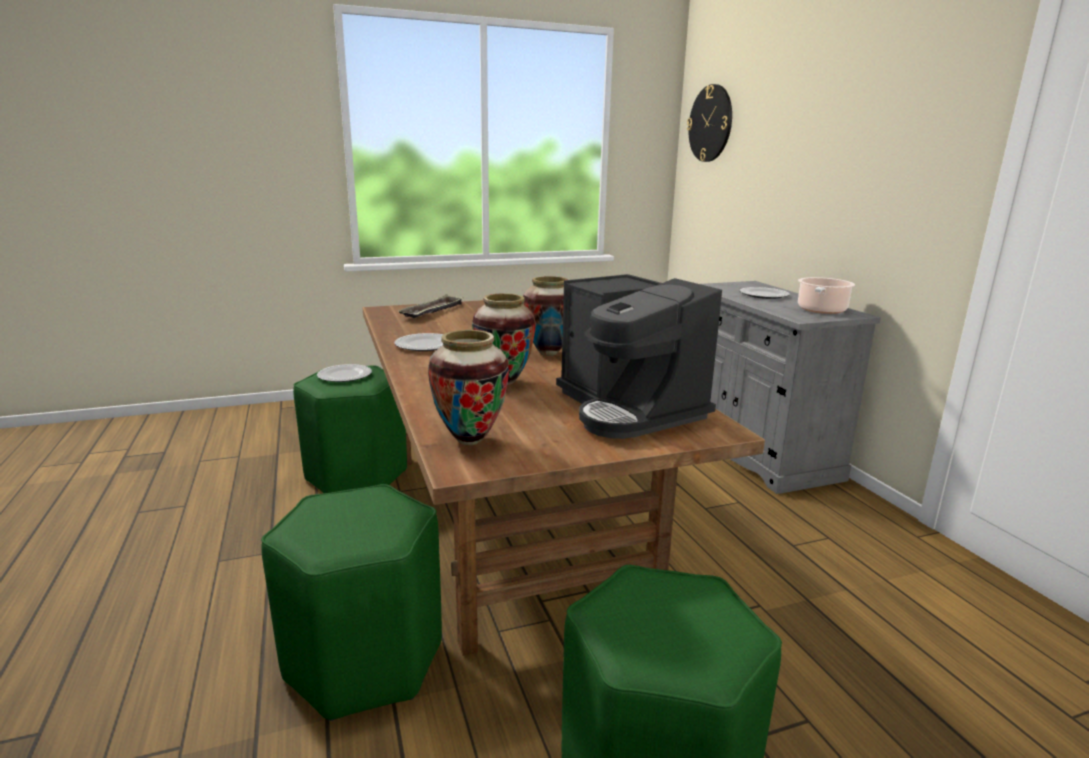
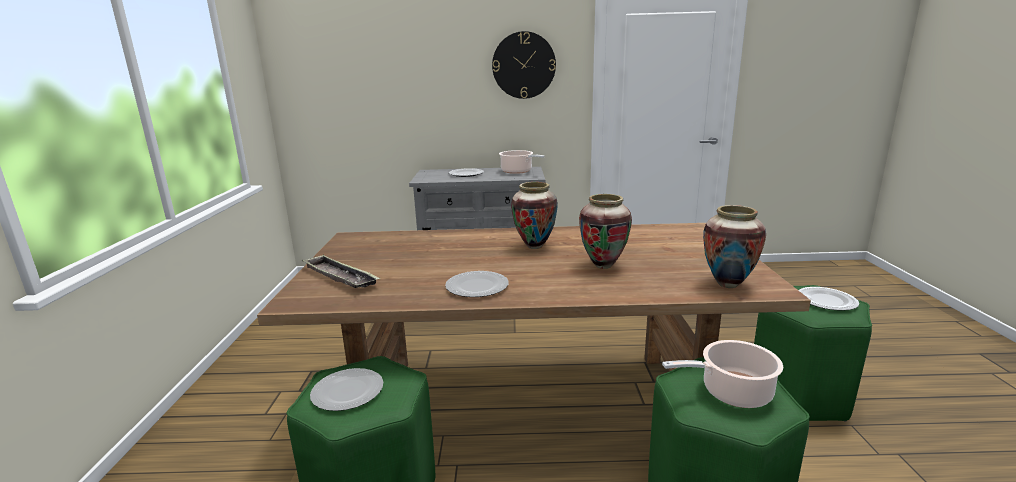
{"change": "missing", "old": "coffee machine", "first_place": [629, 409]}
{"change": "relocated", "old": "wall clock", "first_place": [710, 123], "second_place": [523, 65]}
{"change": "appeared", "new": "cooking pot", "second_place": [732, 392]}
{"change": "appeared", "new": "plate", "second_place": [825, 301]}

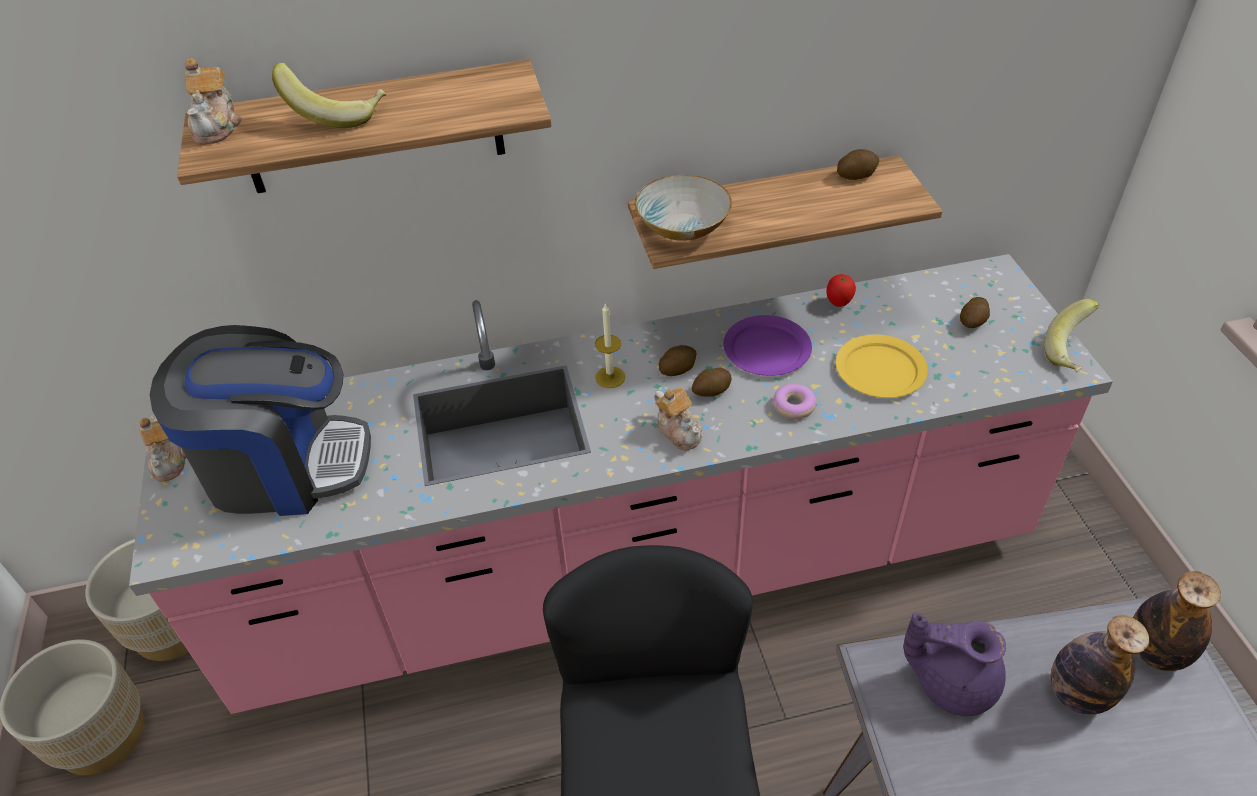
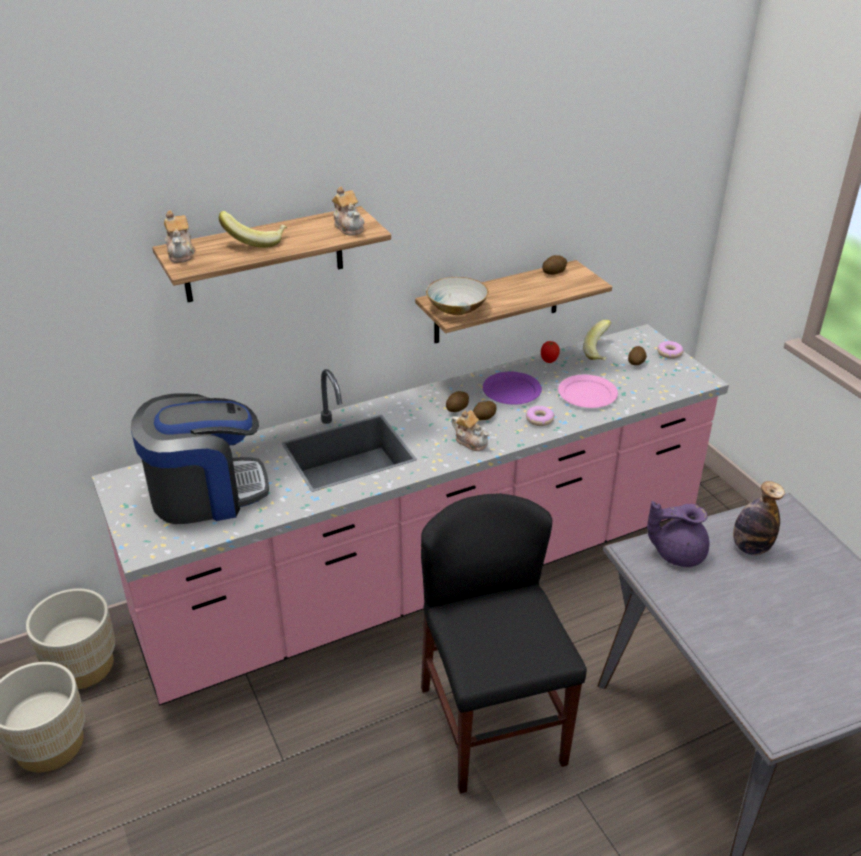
{"change": "relocated", "old": "teapot", "first_place": [170, 460], "second_place": [349, 227]}
{"change": "missing", "old": "candle", "first_place": [610, 377]}
{"change": "colour", "old": "yellow plate", "new": "pink plate", "first_place": [879, 369], "second_place": [587, 394]}
{"change": "relocated", "old": "banana", "first_place": [1072, 352], "second_place": [600, 352]}
{"change": "missing", "old": "bottle", "first_place": [1155, 652]}
{"change": "appeared", "new": "donut", "second_place": [669, 353]}

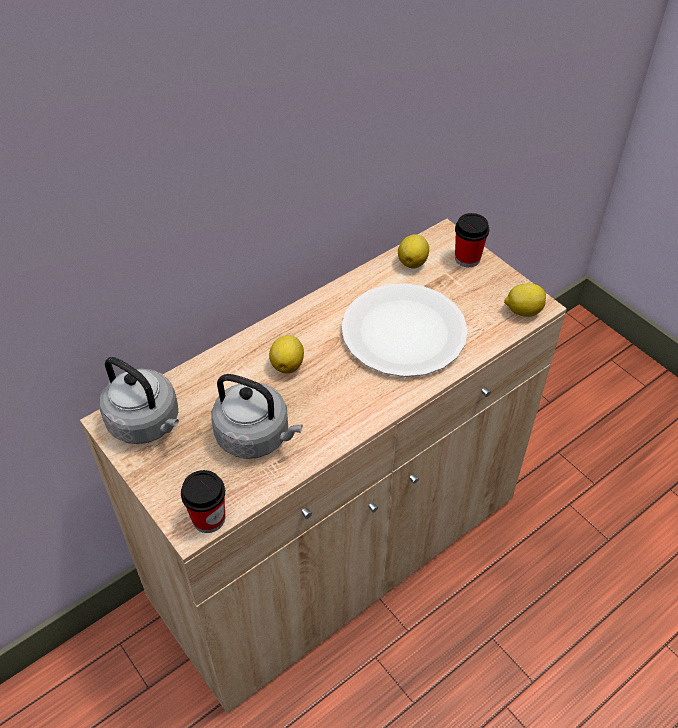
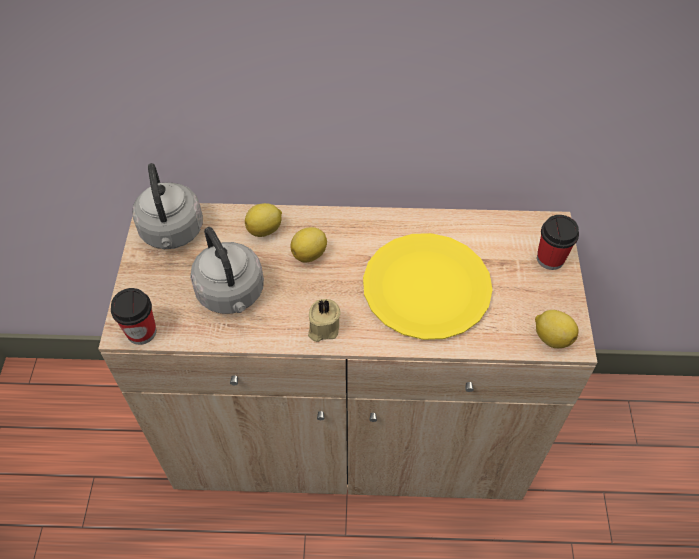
{"change": "colour", "old": "white plate", "new": "yellow plate", "first_place": [403, 332], "second_place": [426, 287]}
{"change": "relocated", "old": "lemon", "first_place": [413, 262], "second_place": [265, 230]}
{"change": "appeared", "new": "beige candle", "second_place": [323, 328]}

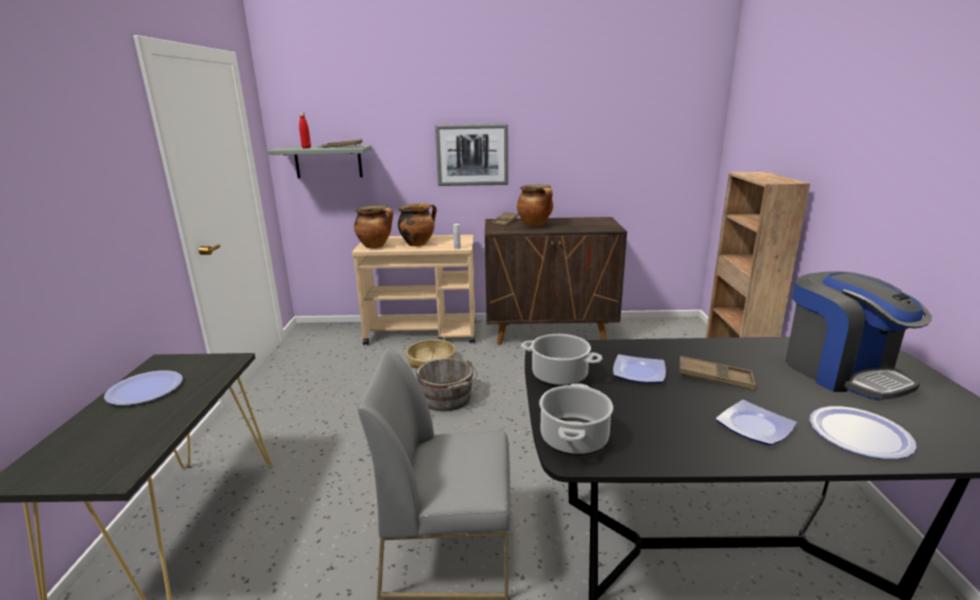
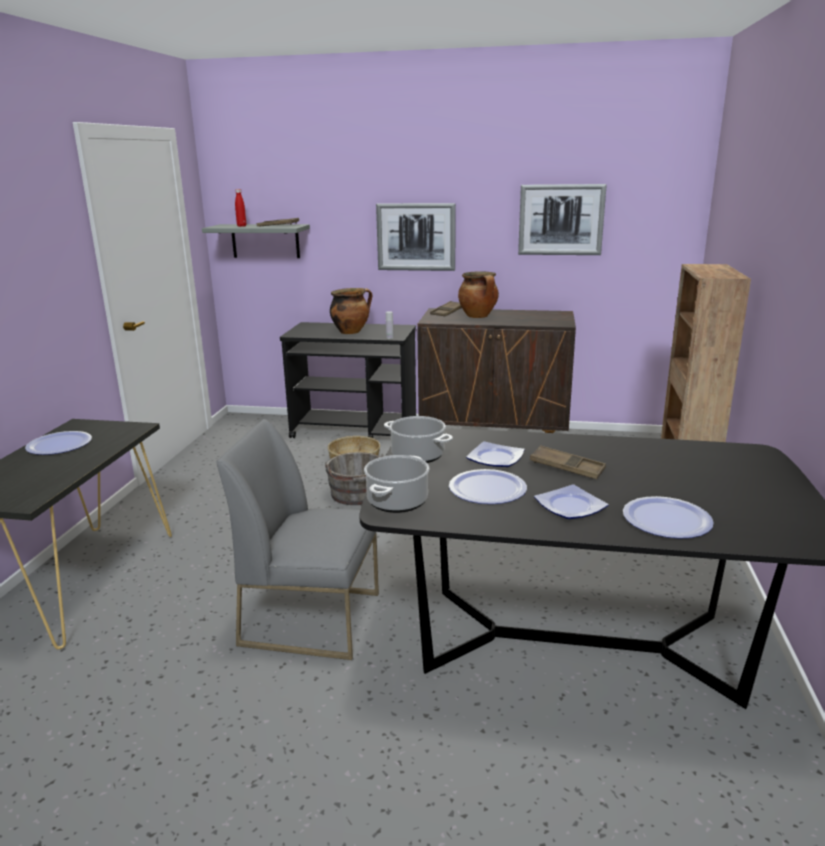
{"change": "colour", "old": "beige cart", "new": "black cart", "first_place": [423, 333], "second_place": [355, 430]}
{"change": "missing", "old": "cooking pot", "first_place": [375, 246]}
{"change": "missing", "old": "coffee machine", "first_place": [841, 372]}
{"change": "appeared", "new": "plate", "second_place": [487, 488]}
{"change": "appeared", "new": "picture", "second_place": [561, 220]}

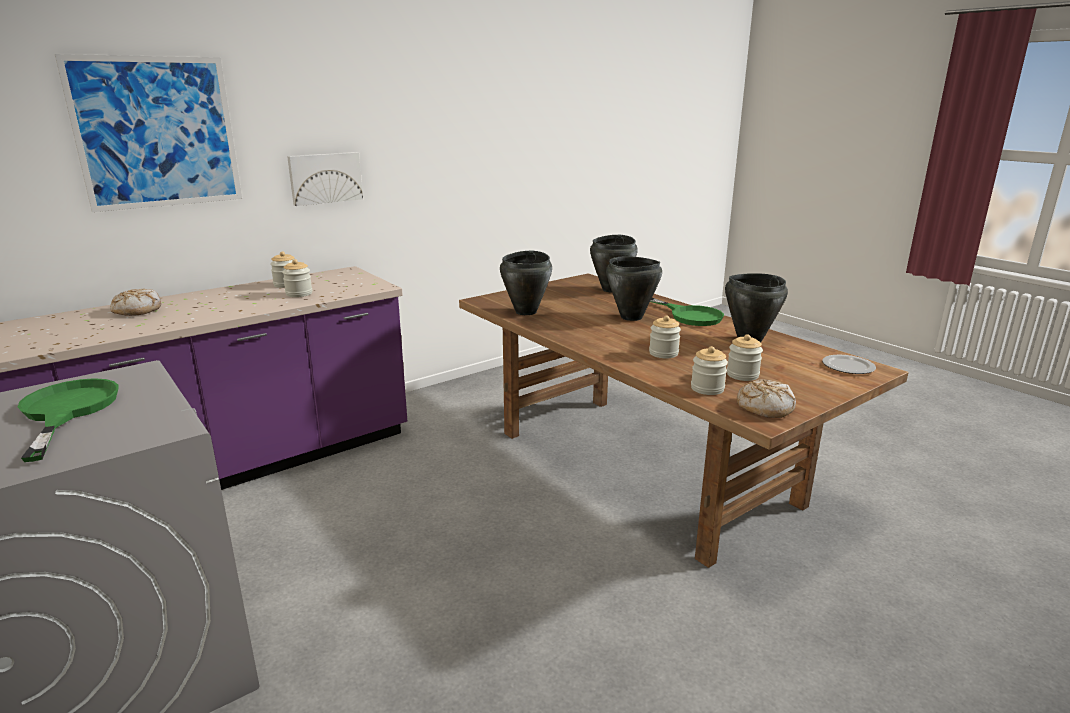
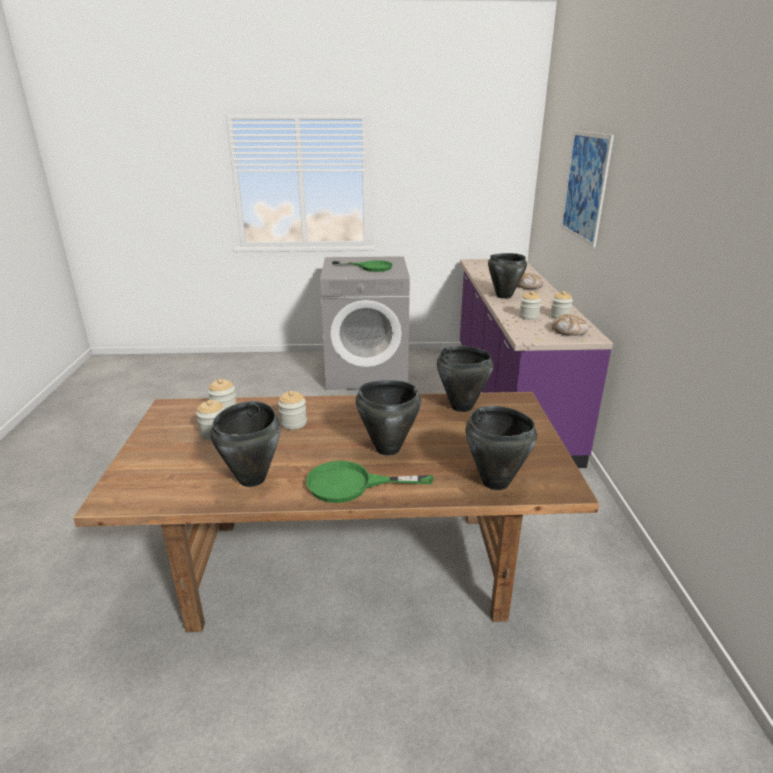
{"change": "missing", "old": "picture", "first_place": [325, 178]}
{"change": "relocated", "old": "bread", "first_place": [764, 407], "second_place": [569, 331]}
{"change": "missing", "old": "plate", "first_place": [848, 367]}
{"change": "appeared", "new": "black cooking pot", "second_place": [503, 296]}

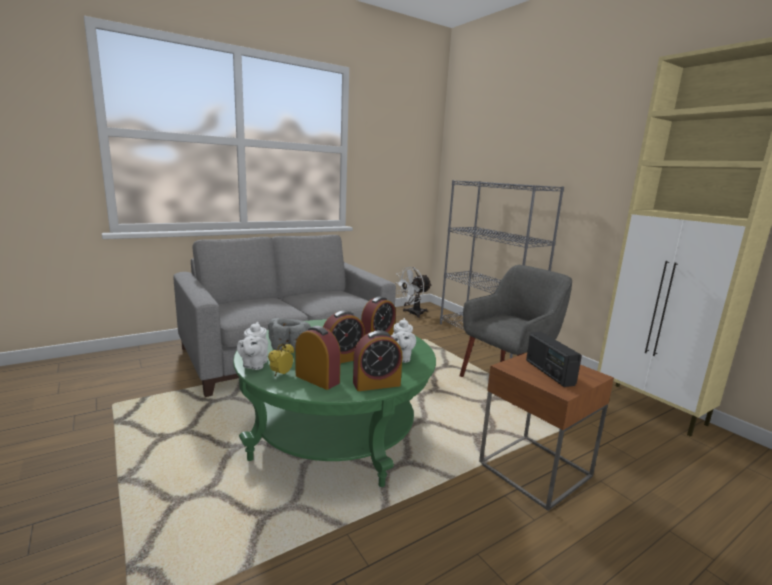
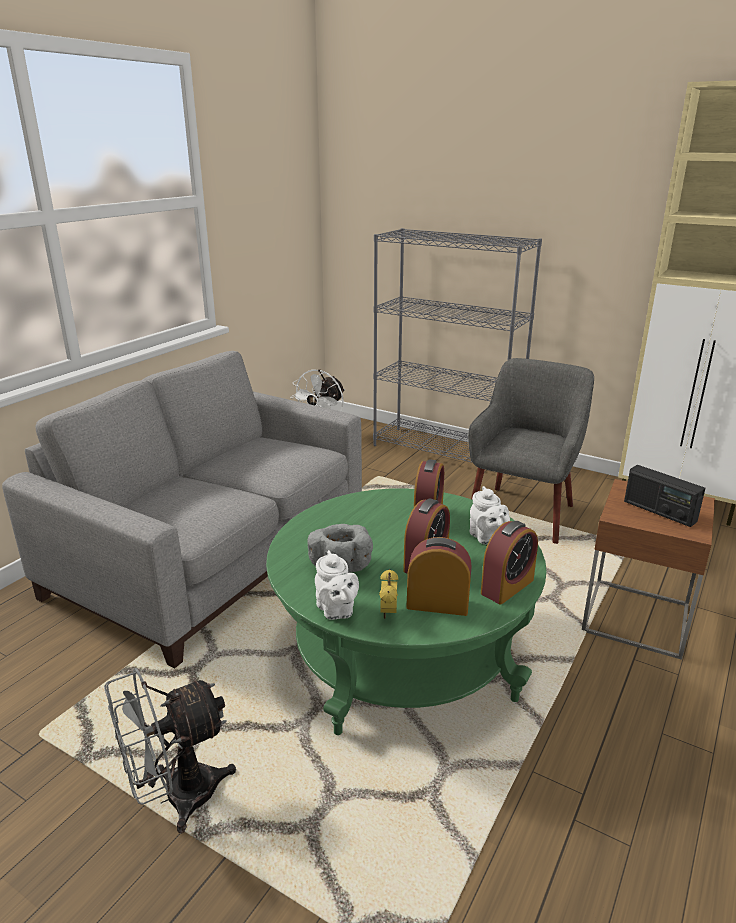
{"change": "appeared", "new": "grey fan", "second_place": [176, 797]}

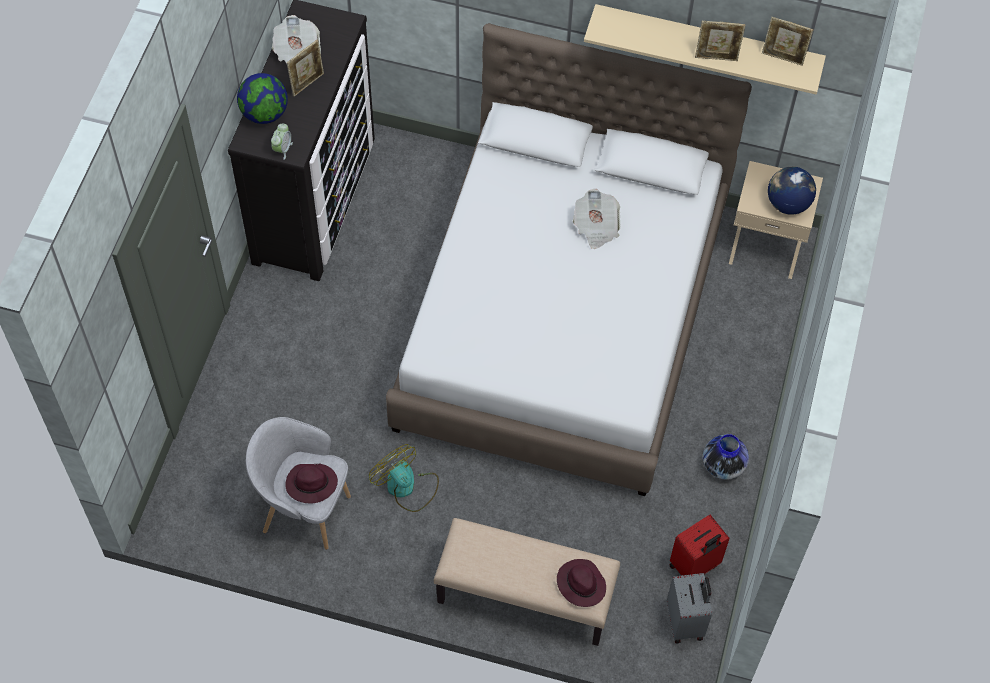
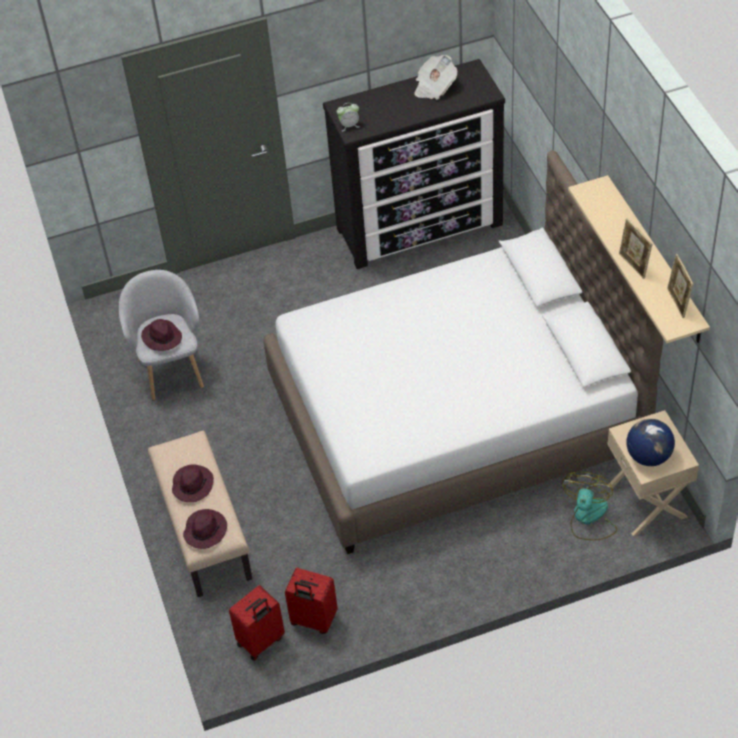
{"change": "missing", "old": "globe", "first_place": [264, 113]}
{"change": "missing", "old": "picture frame", "first_place": [307, 83]}
{"change": "relocated", "old": "fan", "first_place": [406, 487], "second_place": [589, 518]}
{"change": "missing", "old": "newspaper", "first_place": [596, 227]}
{"change": "colour", "old": "grey suitcase", "new": "red suitcase", "first_place": [686, 622], "second_place": [261, 642]}
{"change": "missing", "old": "vase", "first_place": [723, 464]}
{"change": "appeared", "new": "purple hat", "second_place": [192, 484]}

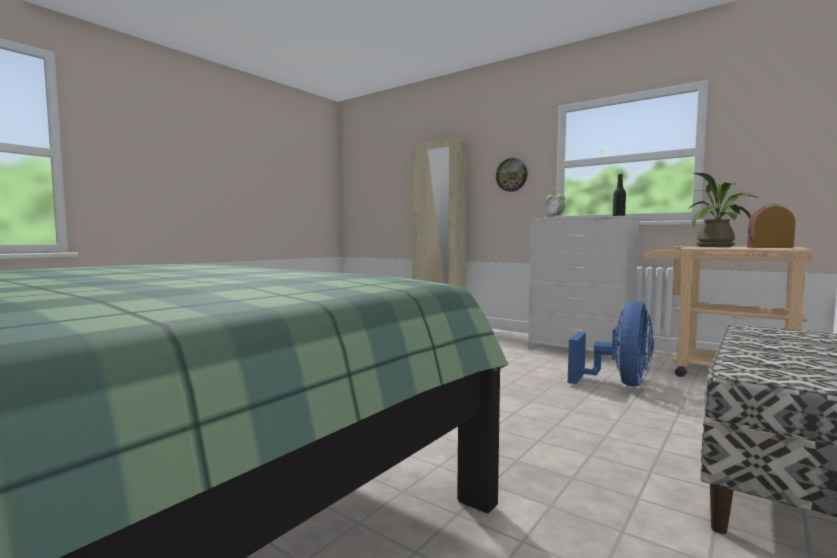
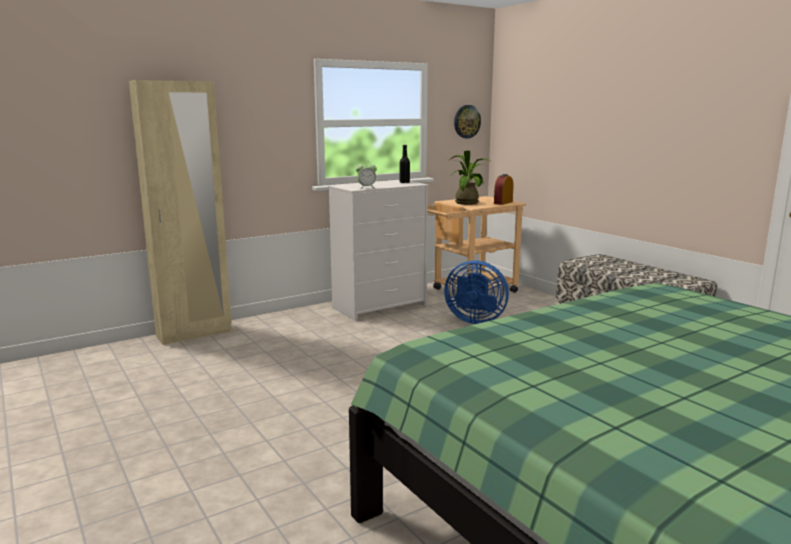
{"change": "relocated", "old": "wall clock", "first_place": [511, 175], "second_place": [466, 121]}
{"change": "spun", "old": "blue fan", "first_place": [619, 383], "second_place": [474, 320], "degrees": 150}

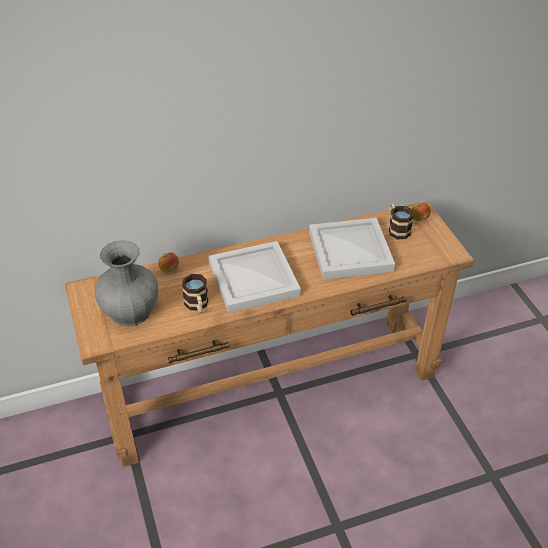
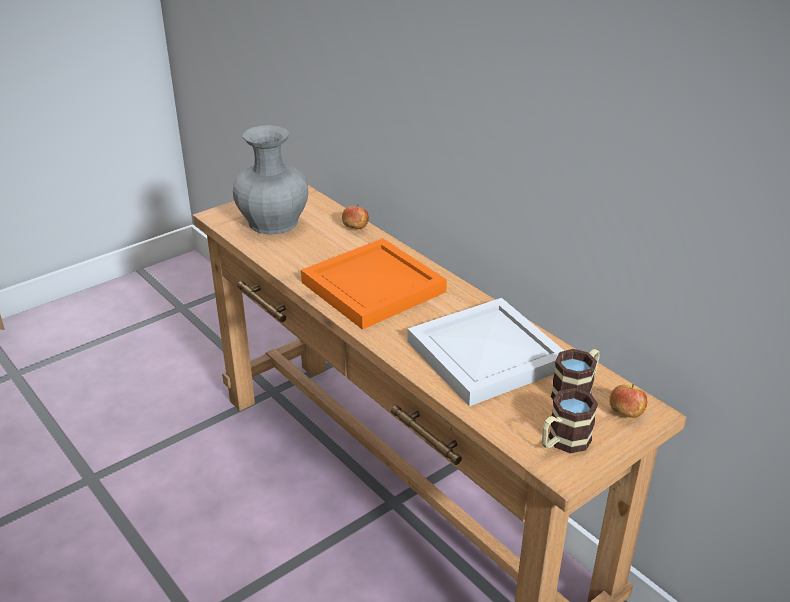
{"change": "relocated", "old": "mug", "first_place": [197, 305], "second_place": [563, 442]}
{"change": "colour", "old": "white tray", "new": "orange tray", "first_place": [252, 278], "second_place": [373, 286]}

